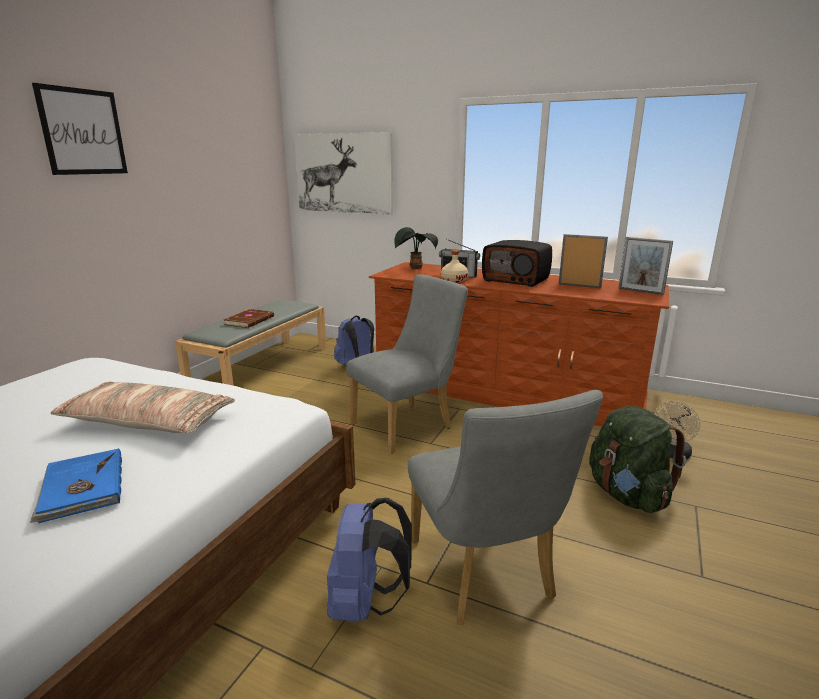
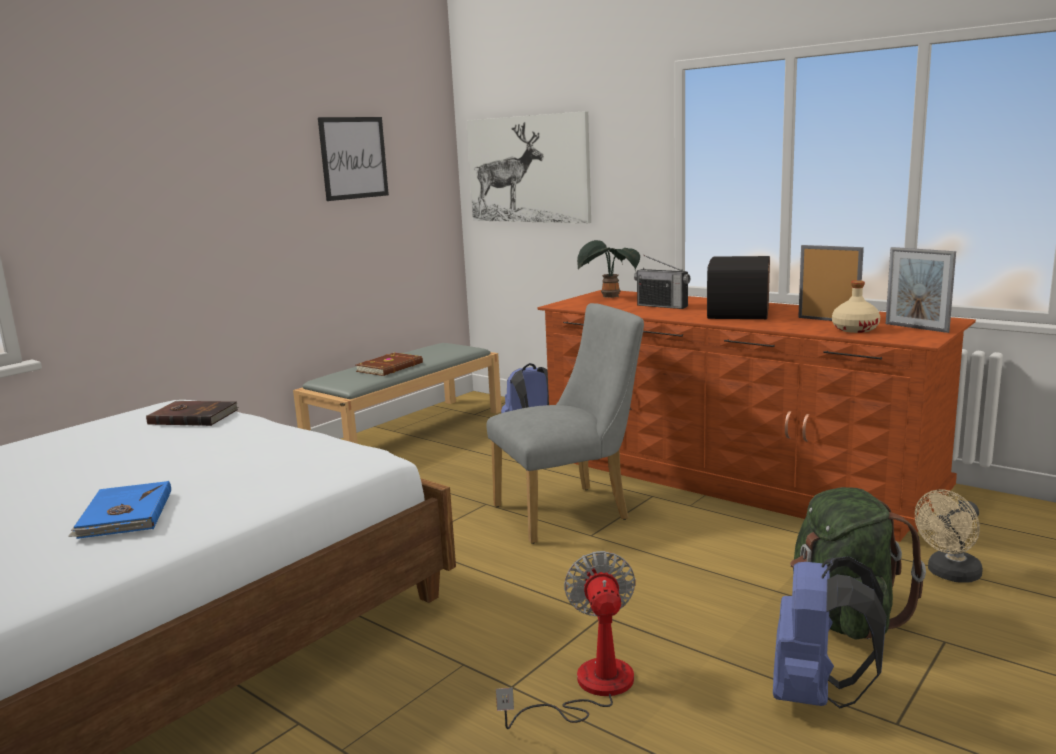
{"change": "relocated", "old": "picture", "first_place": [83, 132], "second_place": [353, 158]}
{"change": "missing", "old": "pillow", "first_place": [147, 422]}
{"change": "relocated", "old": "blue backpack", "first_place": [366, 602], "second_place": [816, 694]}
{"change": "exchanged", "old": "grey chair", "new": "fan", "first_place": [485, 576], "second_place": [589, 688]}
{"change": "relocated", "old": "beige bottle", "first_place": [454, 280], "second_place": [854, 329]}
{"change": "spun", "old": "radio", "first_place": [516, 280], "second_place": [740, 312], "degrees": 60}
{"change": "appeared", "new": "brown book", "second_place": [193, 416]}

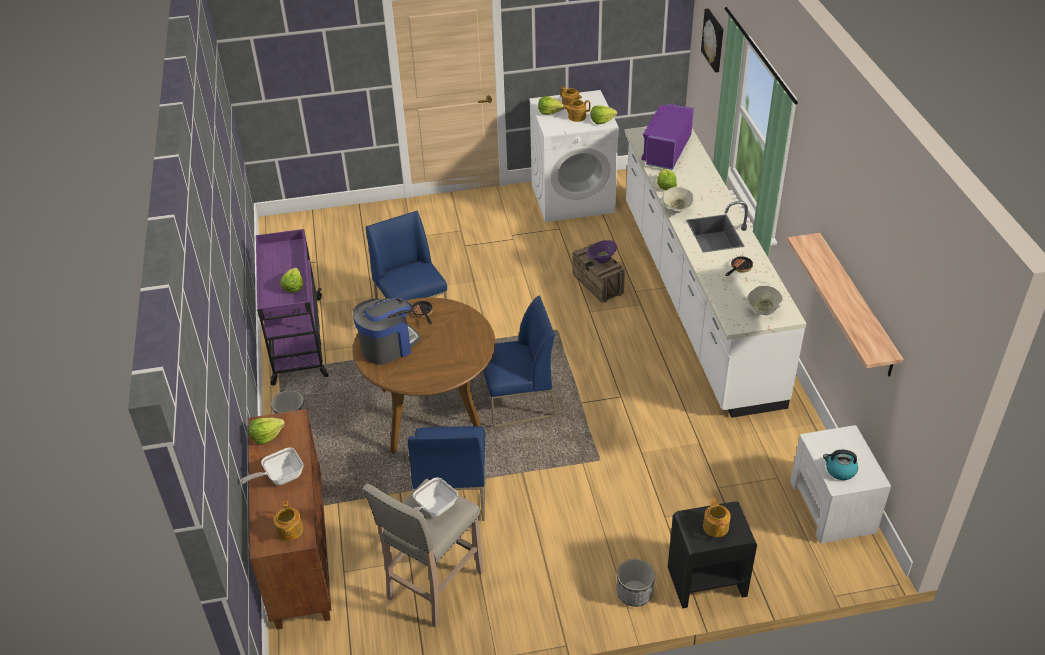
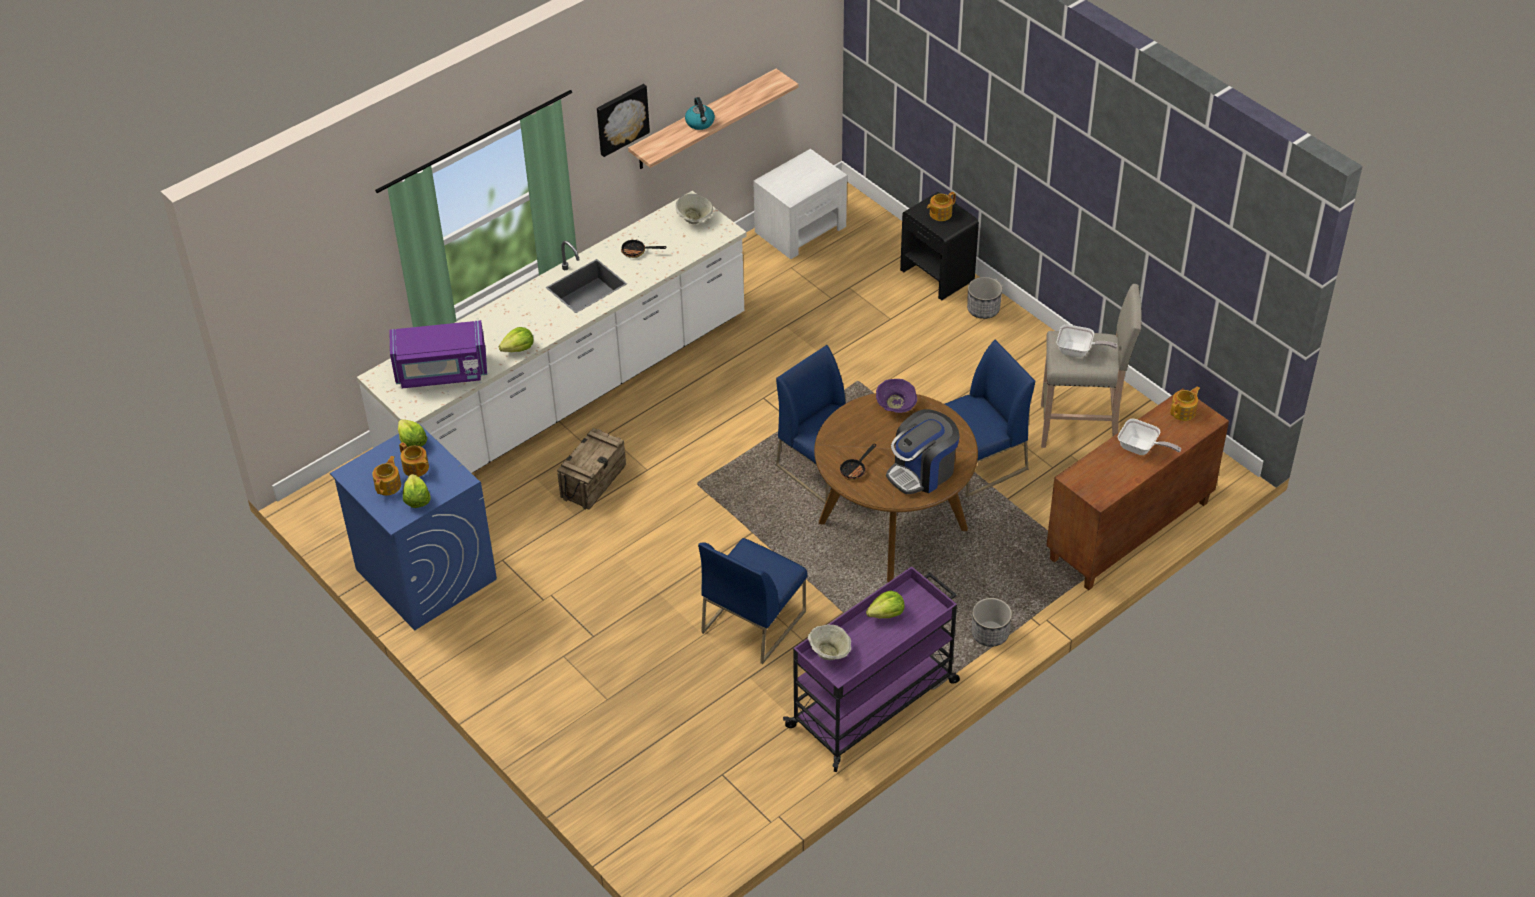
{"change": "missing", "old": "lettuce", "first_place": [266, 436]}
{"change": "spun", "old": "coffee machine", "first_place": [388, 346], "second_place": [922, 472], "degrees": -60}
{"change": "colour", "old": "white washing machine", "new": "blue washing machine", "first_place": [573, 198], "second_place": [425, 574]}
{"change": "relocated", "old": "purple bowl", "first_place": [601, 259], "second_place": [896, 407]}
{"change": "relocated", "old": "beige bowl", "first_place": [677, 210], "second_place": [830, 653]}
{"change": "relocated", "old": "picture", "first_place": [714, 40], "second_place": [621, 118]}
{"change": "relocated", "old": "kettle", "first_place": [840, 470], "second_place": [700, 123]}

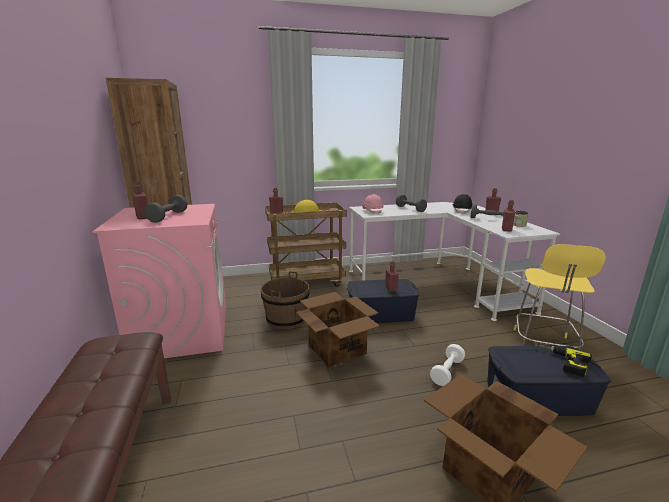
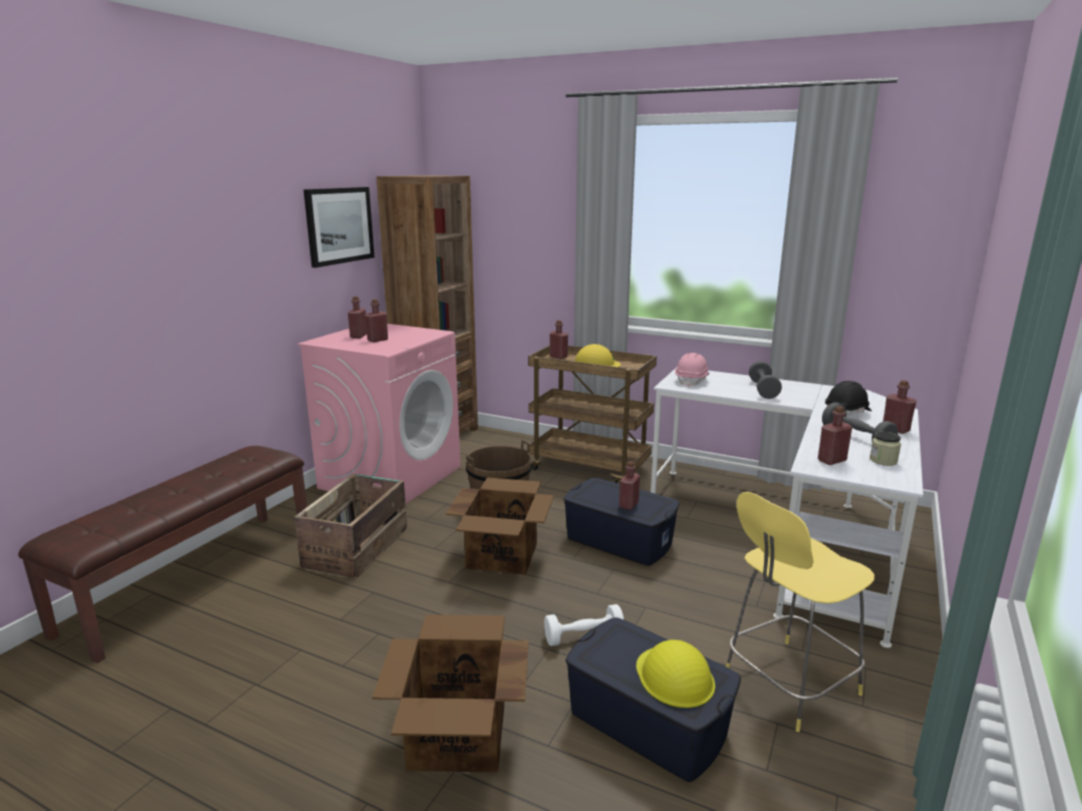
{"change": "exchanged", "old": "grey dumbbell", "new": "red bottle", "first_place": [168, 217], "second_place": [377, 340]}
{"change": "exchanged", "old": "power drill", "new": "yellow hard hat", "first_place": [560, 361], "second_place": [674, 676]}
{"change": "appeared", "new": "crate", "second_place": [358, 546]}
{"change": "appeared", "new": "picture", "second_place": [339, 225]}

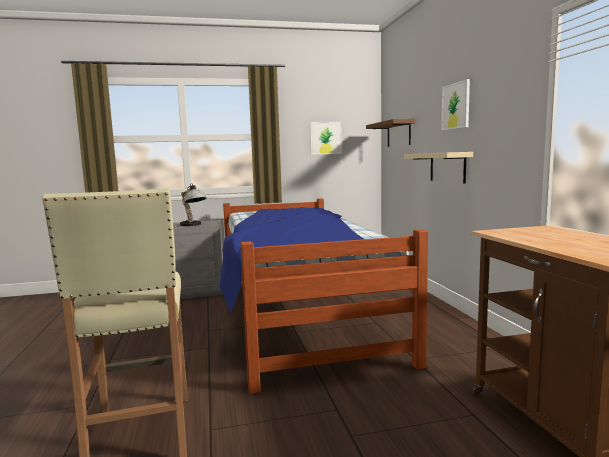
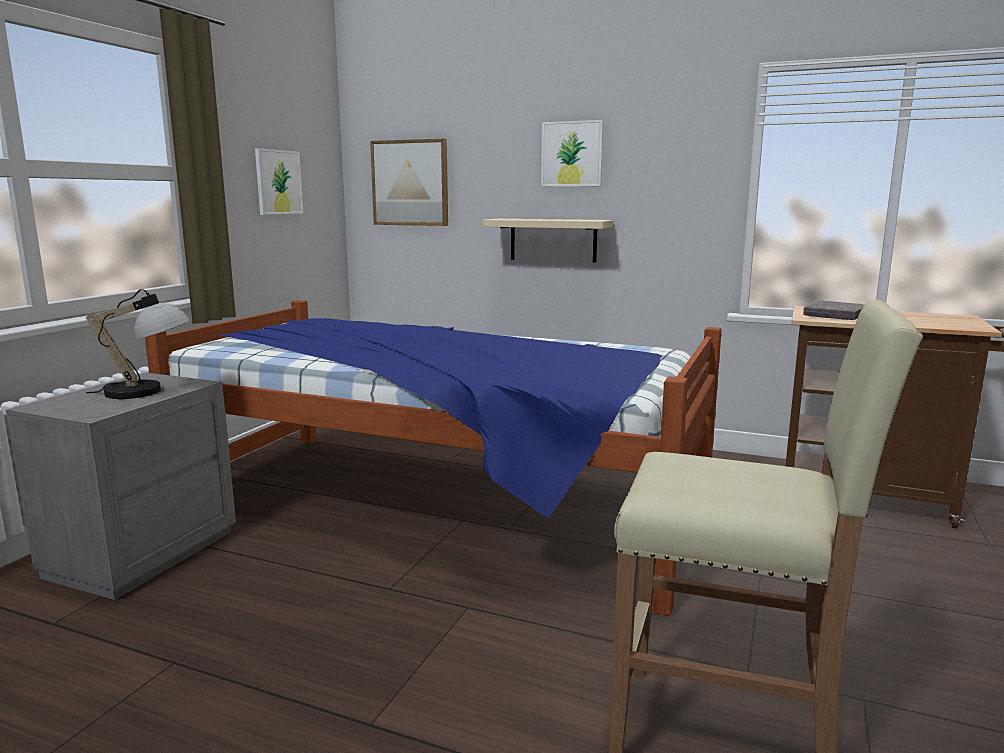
{"change": "exchanged", "old": "brown shelf", "new": "picture", "first_place": [398, 134], "second_place": [410, 183]}
{"change": "appeared", "new": "grey book", "second_place": [834, 315]}

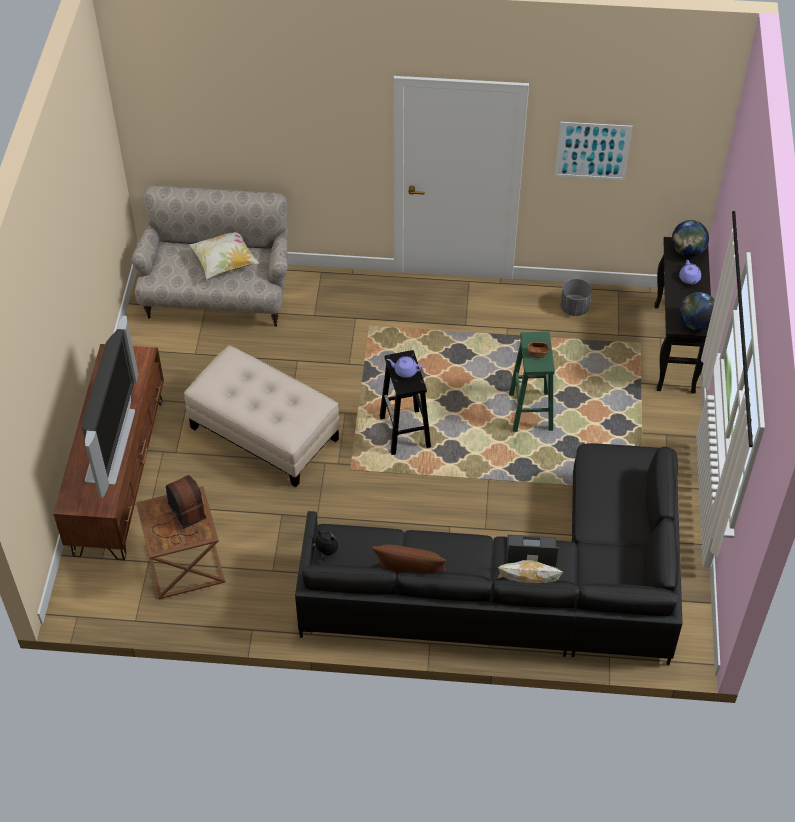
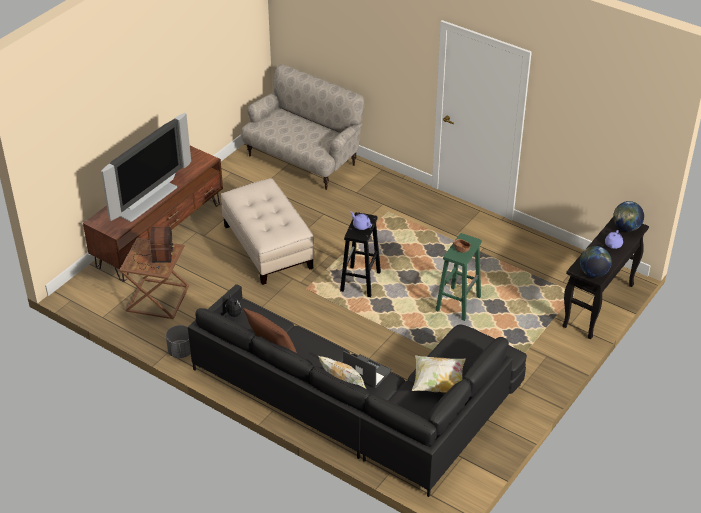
{"change": "relocated", "old": "pillow", "first_place": [225, 263], "second_place": [438, 383]}
{"change": "missing", "old": "picture", "first_place": [592, 151]}
{"change": "relocated", "old": "grey planter", "first_place": [574, 308], "second_place": [180, 351]}

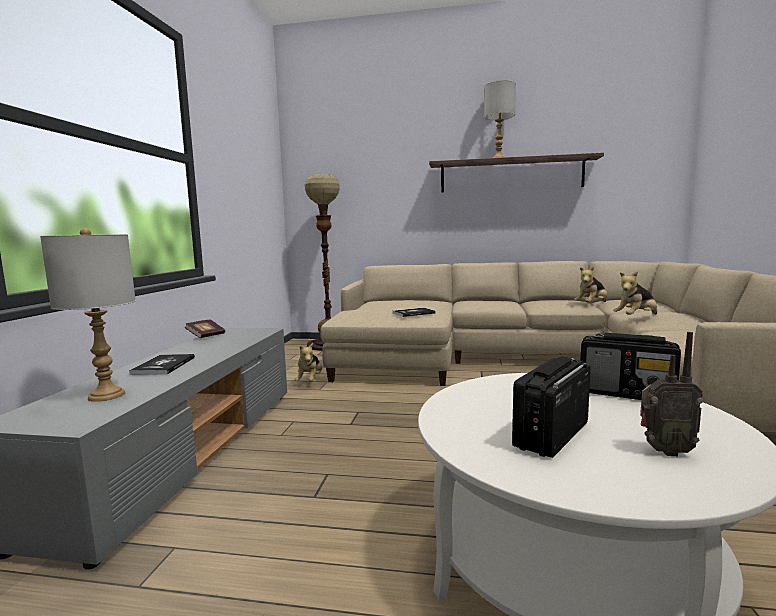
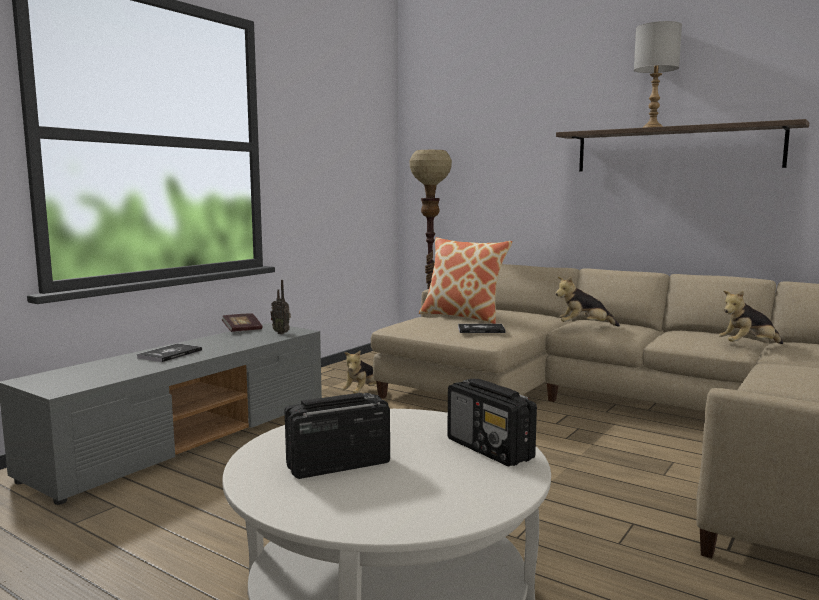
{"change": "missing", "old": "grey table lamp", "first_place": [106, 395]}
{"change": "relocated", "old": "plush toy", "first_place": [636, 317], "second_place": [584, 327]}
{"change": "relocated", "old": "radio", "first_place": [664, 451], "second_place": [282, 333]}
{"change": "appeared", "new": "pillow", "second_place": [463, 316]}

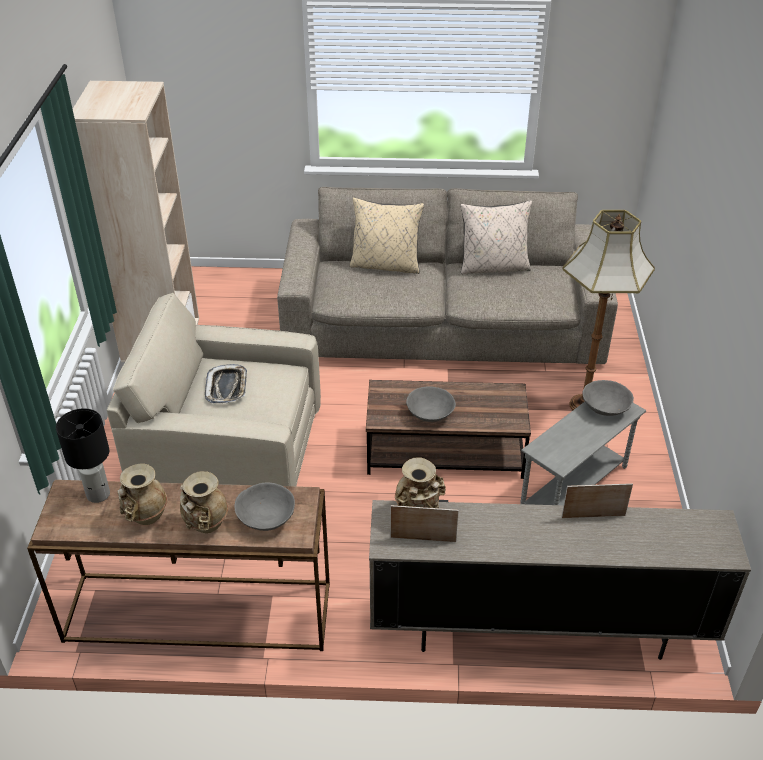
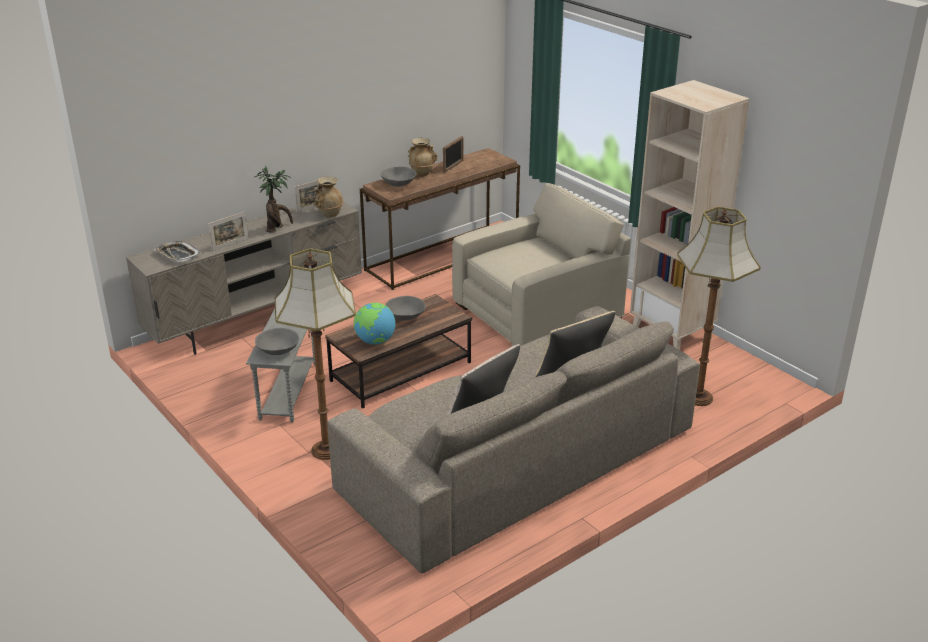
{"change": "missing", "old": "black table lamp", "first_place": [99, 494]}
{"change": "exchanged", "old": "beige vase", "new": "picture frame", "first_place": [145, 517], "second_place": [453, 166]}
{"change": "relocated", "old": "tray", "first_place": [227, 387], "second_place": [177, 255]}
{"change": "appeared", "new": "potted plant", "second_place": [277, 228]}
{"change": "appeared", "new": "globe", "second_place": [375, 341]}
{"change": "appeared", "new": "floor lamp", "second_place": [699, 398]}

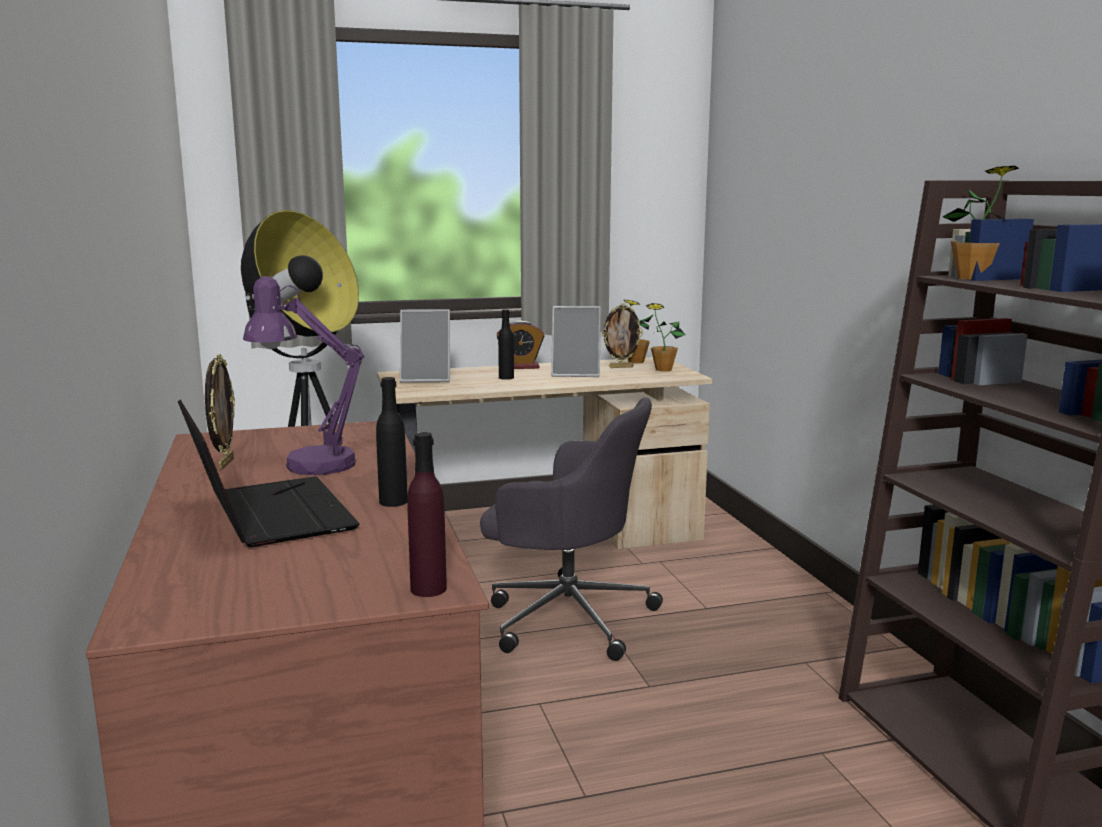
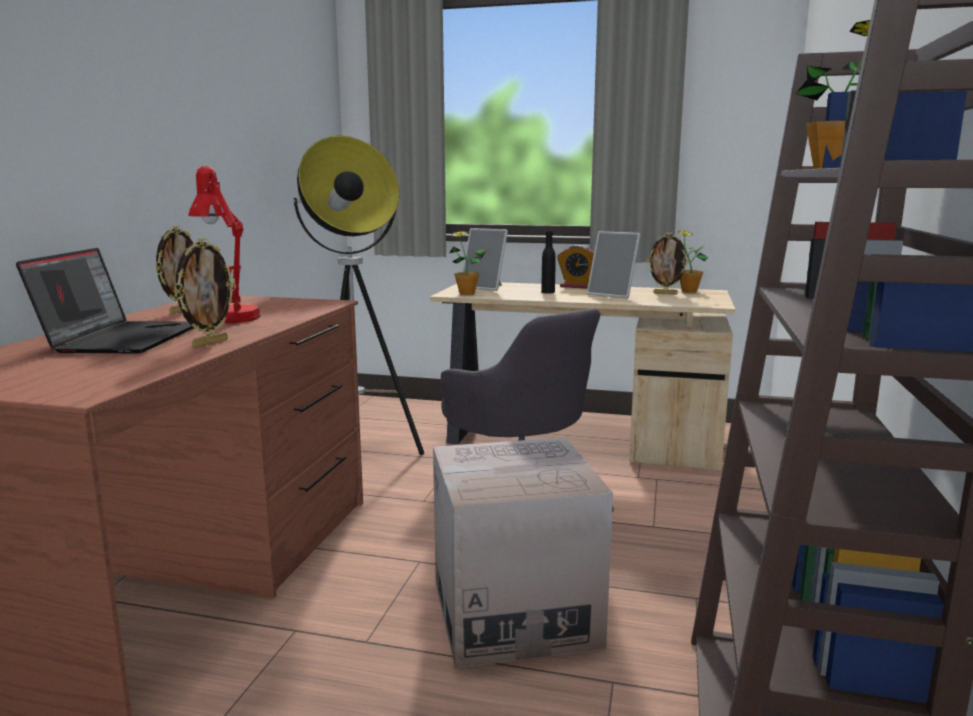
{"change": "colour", "old": "purple table lamp", "new": "red table lamp", "first_place": [308, 463], "second_place": [228, 316]}
{"change": "exchanged", "old": "black bottle", "new": "picture frame", "first_place": [393, 502], "second_place": [209, 343]}
{"change": "missing", "old": "purple bottle", "first_place": [428, 589]}
{"change": "relocated", "old": "potted plant", "first_place": [663, 369], "second_place": [467, 294]}
{"change": "appeared", "new": "cardboard box", "second_place": [514, 613]}

